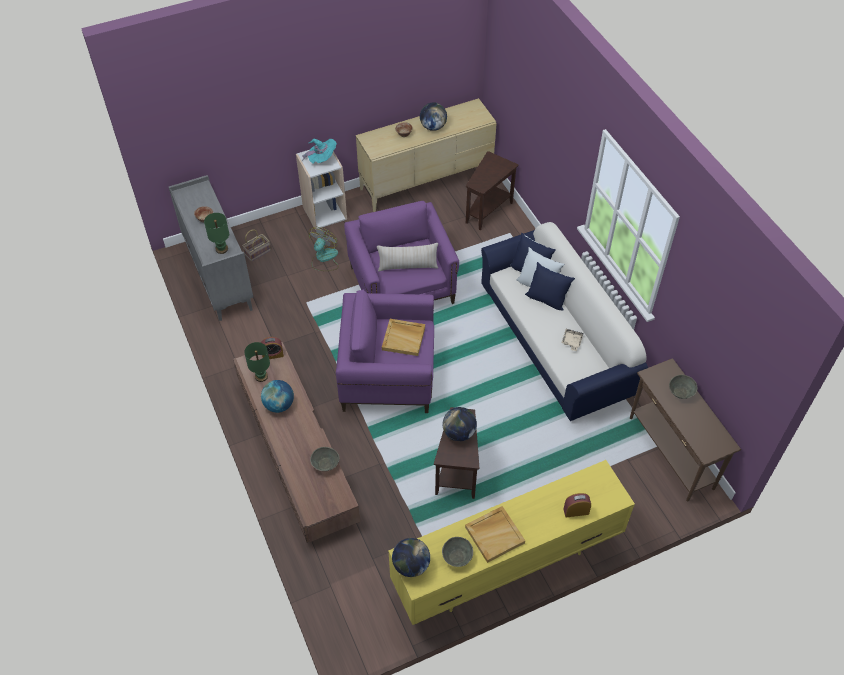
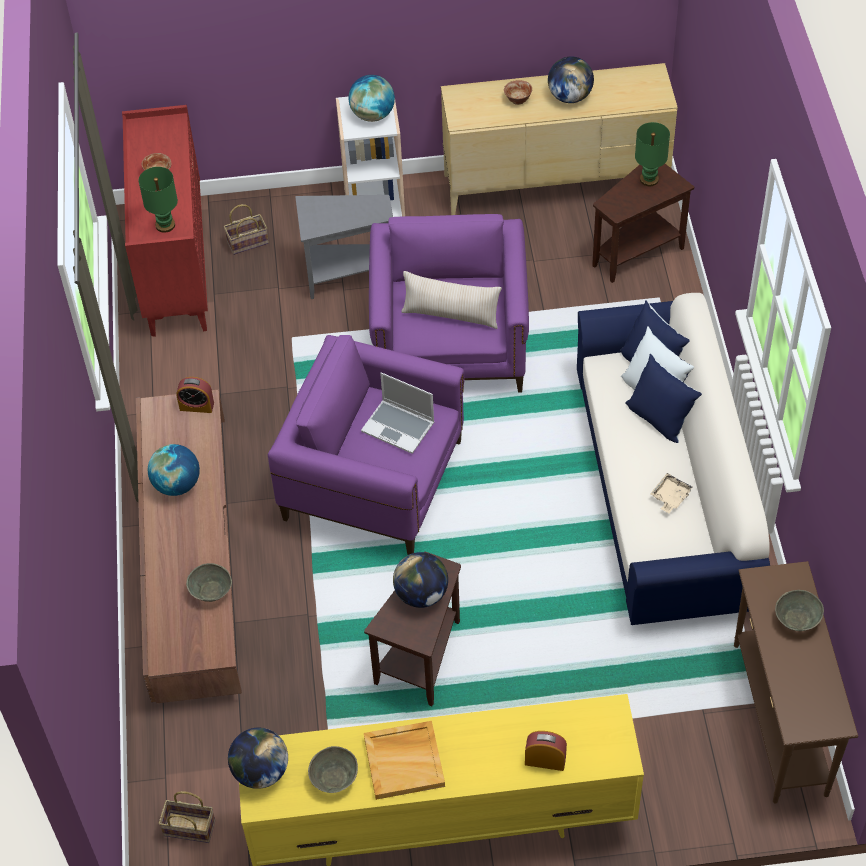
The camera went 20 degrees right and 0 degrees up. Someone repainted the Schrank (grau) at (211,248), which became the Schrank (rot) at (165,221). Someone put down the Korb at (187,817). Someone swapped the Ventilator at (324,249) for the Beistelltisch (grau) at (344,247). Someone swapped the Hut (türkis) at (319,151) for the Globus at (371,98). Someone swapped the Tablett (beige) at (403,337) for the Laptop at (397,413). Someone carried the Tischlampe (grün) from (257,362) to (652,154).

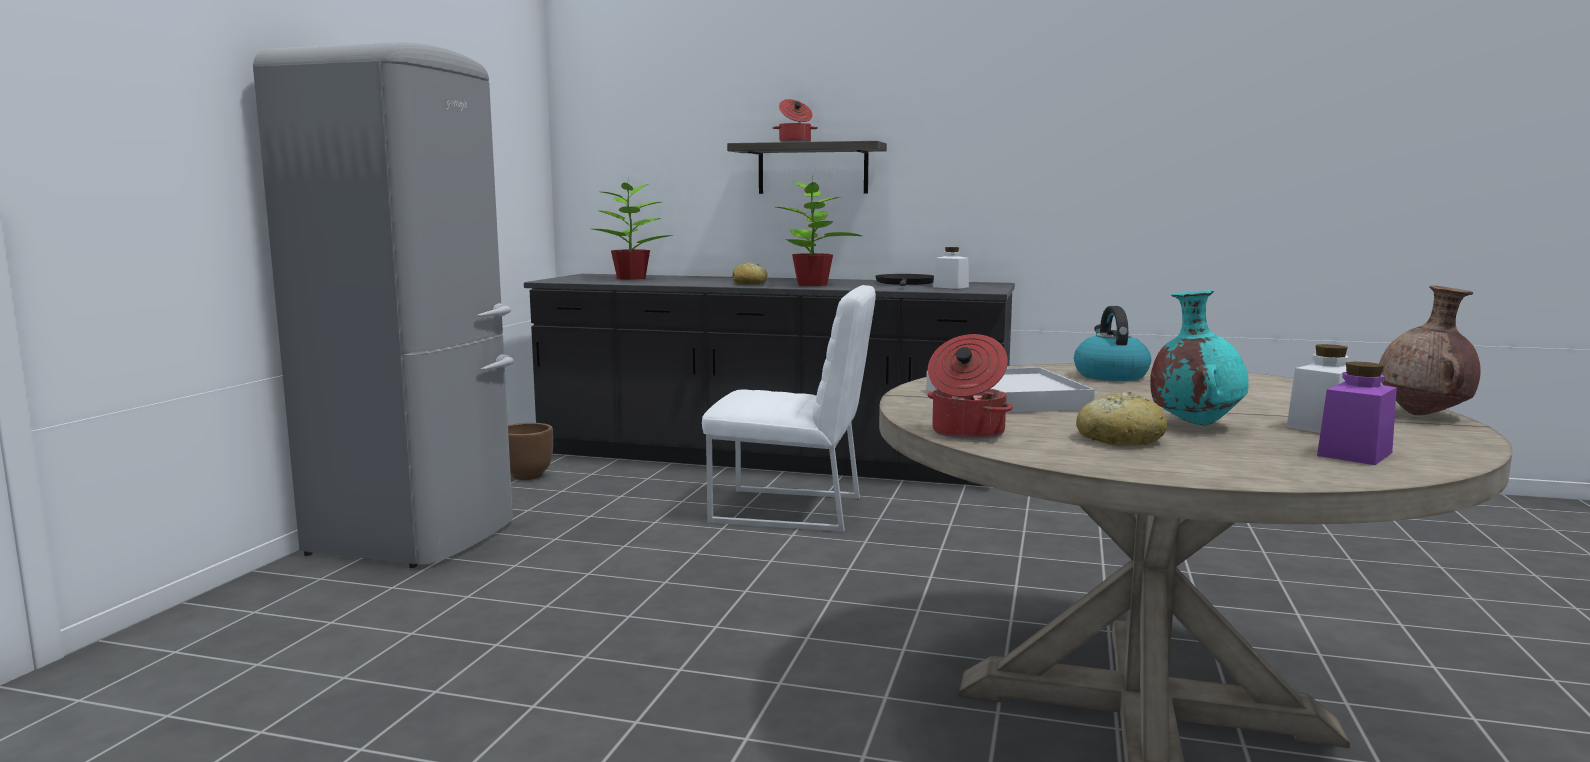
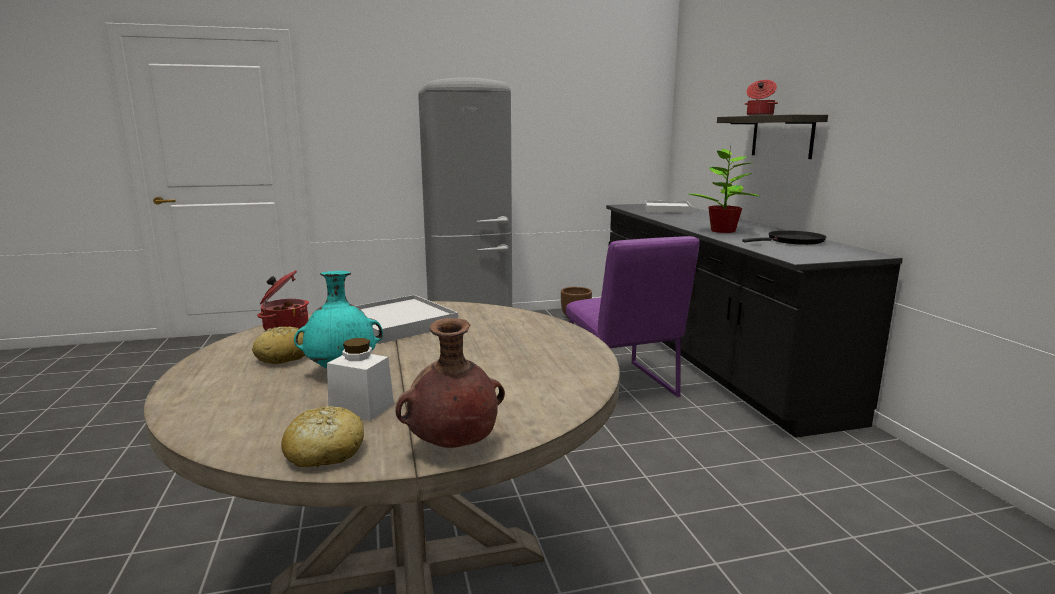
The camera went 60 degrees right and 5 degrees up. Someone carried the Brot from (750,273) to (322,437). Someone repainted the Stuhl (weiß) at (789,408), which became the Stuhl (lila) at (633,316). Someone swapped the Topfpflanze at (633,229) for the Tablett (weiß) at (668,207). Someone took away the Vorratsglas (weiß) at (951,268). Someone took away the Wasserkessel at (1112,343). Someone took away the Vorratsglas (lila) at (1357,413).

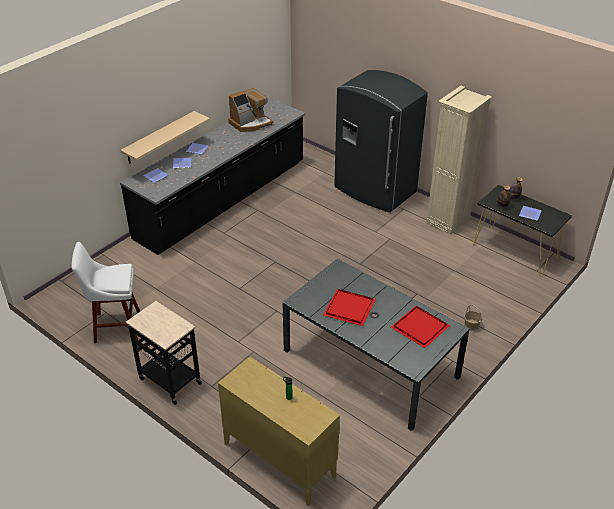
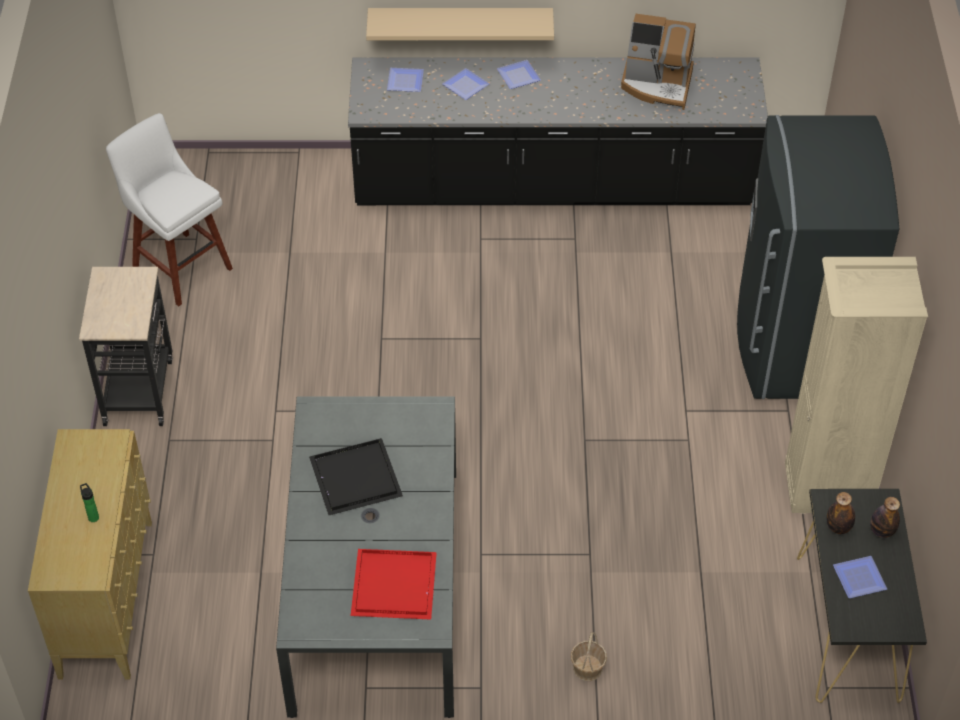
The camera went 50 degrees right and 10 degrees up. Someone repainted the Tablett (rot) at (349,307), which became the Tablett (schwarz) at (356,476).

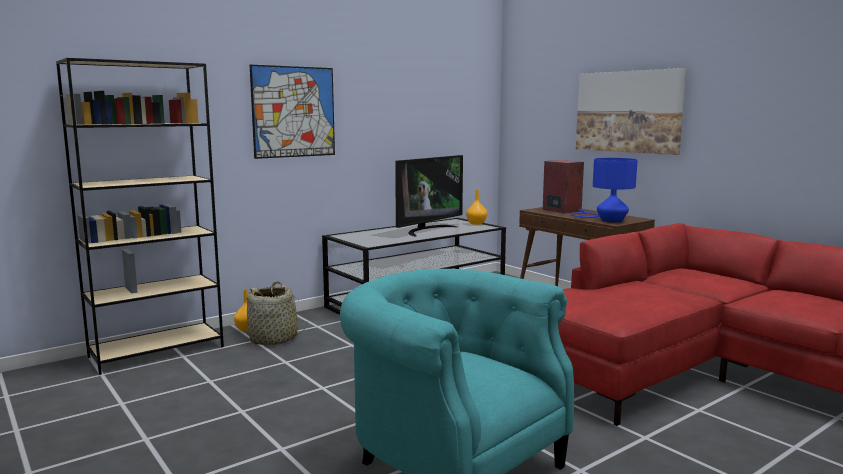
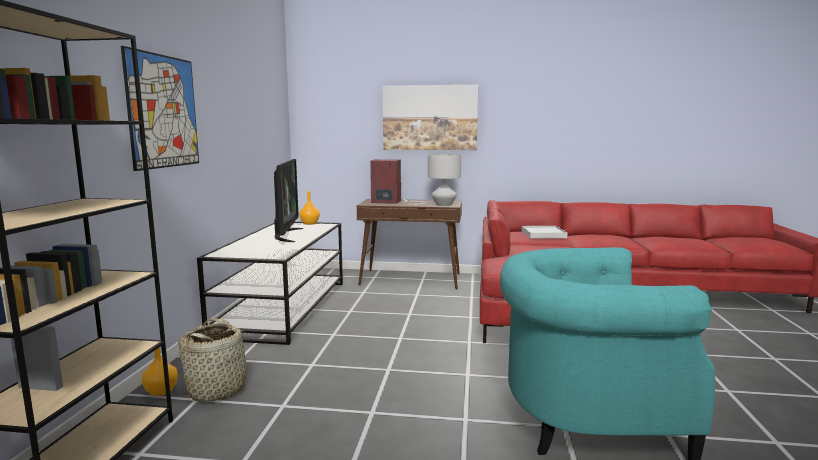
The camera went 45 degrees left and 0 degrees up. Someone repainted the Tischlampe (blau) at (604,190), which became the Tischlampe (grau) at (432,180). Someone put down the Tablett (weiß) at (545,232).

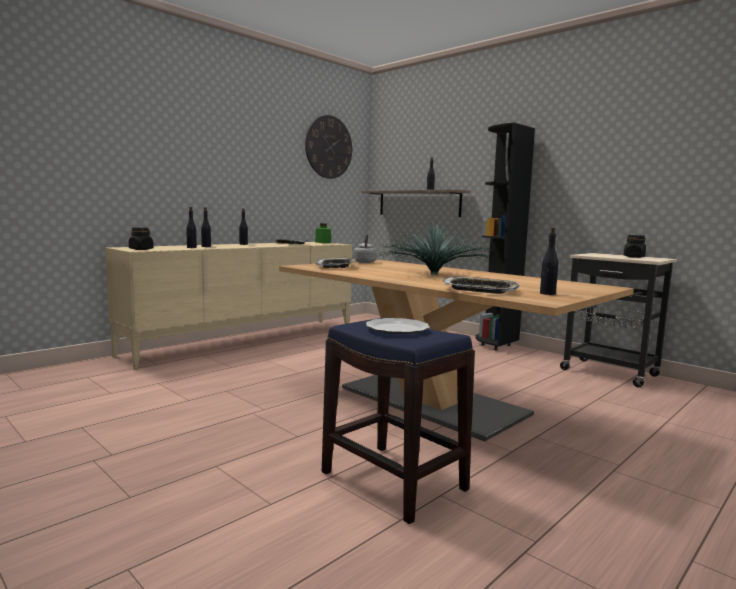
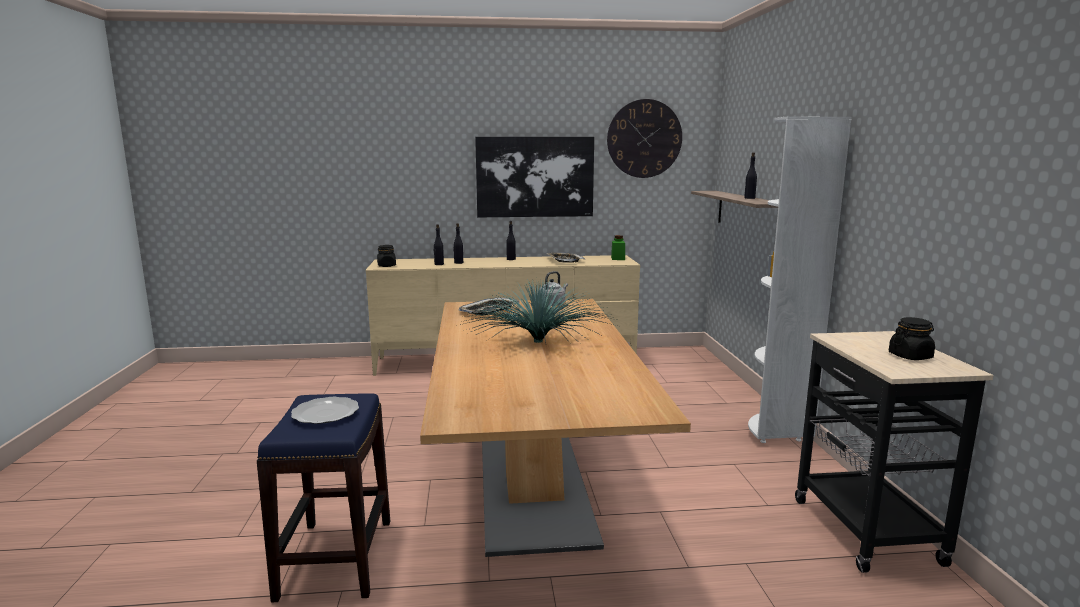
The camera went 40 degrees right and 5 degrees up. Someone put up the Bild at (534,176). Someone repainted the Bücherregal (schwarz) at (505,236), which became the Bücherregal (weiß) at (800,279). Someone took away the Tablett at (481,285). Someone took away the Flasche (schwarz) at (549,261).

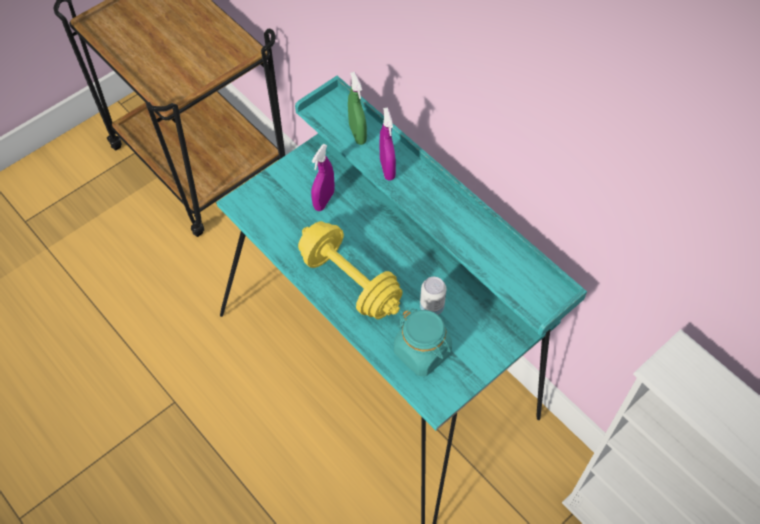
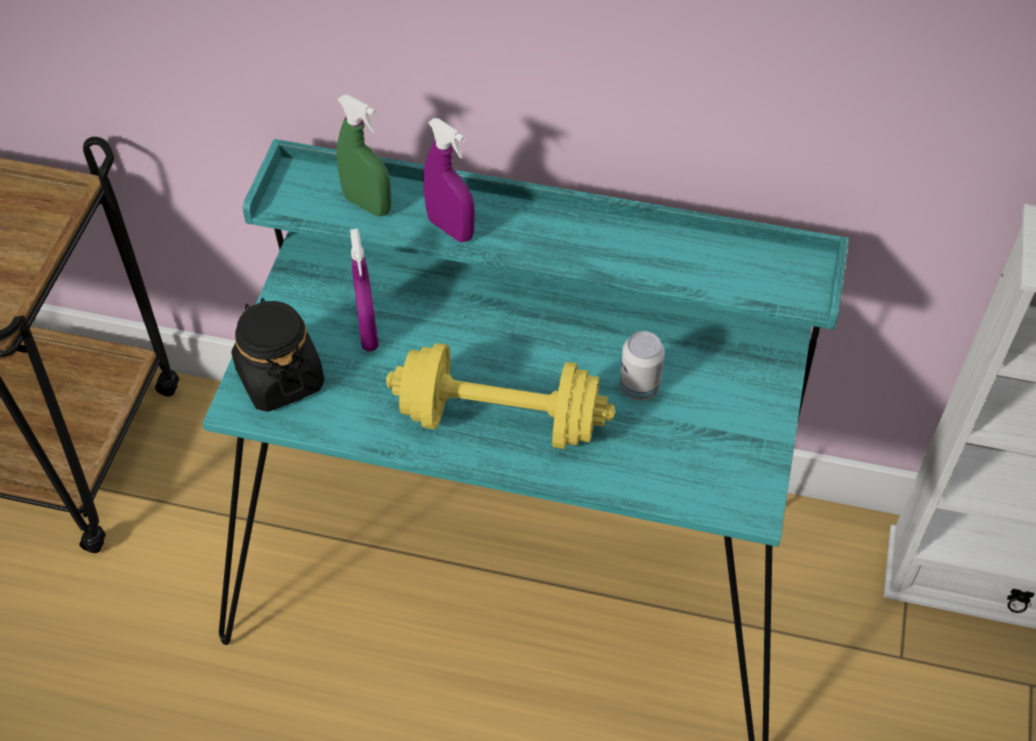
The camera went 35 degrees left and 5 degrees down. Someone put down the Vorratsglas (schwarz) at (278,355). Someone took away the Vorratsglas (türkis) at (423,342).

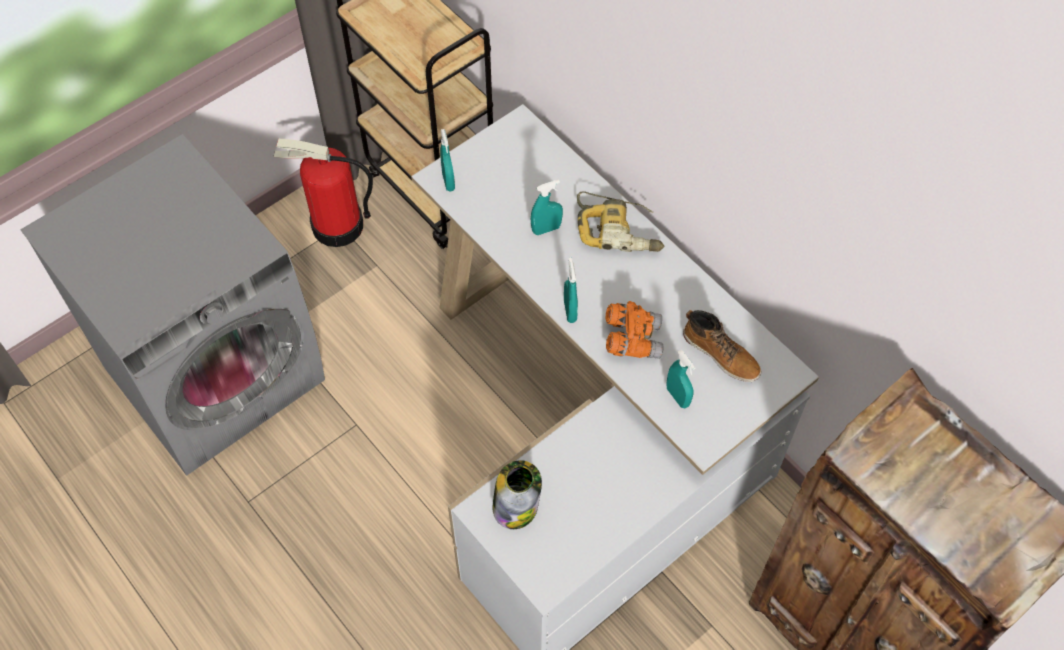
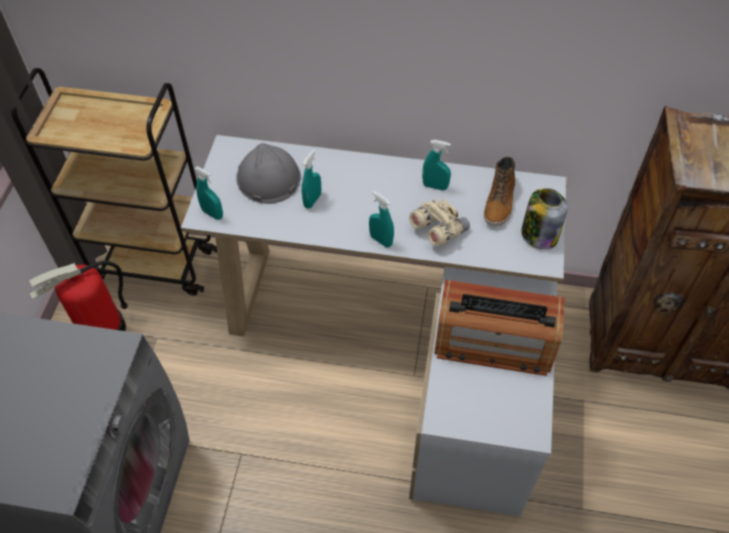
The camera went 40 degrees left and 5 degrees down. Someone put down the Schutzhelm (grau) at (268,173). Someone repainted the Fernglas (orange) at (634,330), which became the Fernglas (beige) at (439,222). Someone carried the Sprühflasche (türkis) from (681,379) to (436,165). Someone put down the Radio at (499,328). Someone rotated the Stiefel at (722,346) by 105 degrees clockwise. Someone carried the Vorratsglas from (517,494) to (544,219). Someone took away the Bohrmaschine at (620,221).

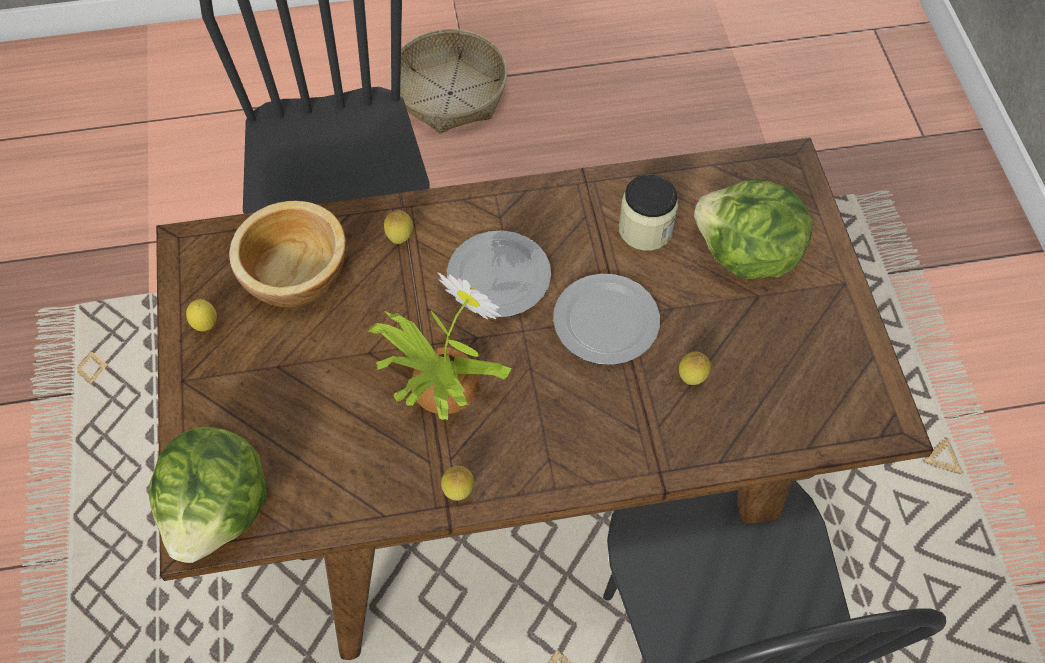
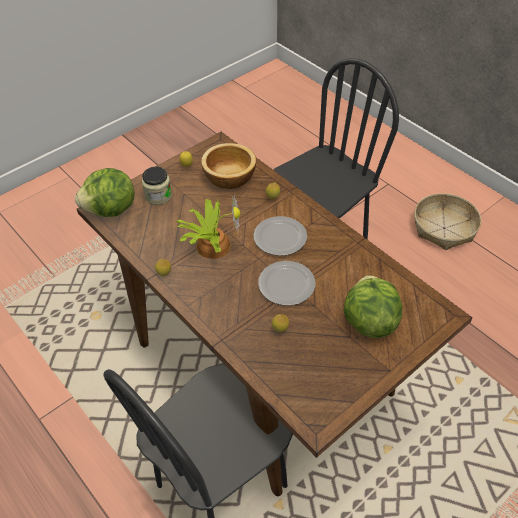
The camera went 60 degrees right and 10 degrees down. Someone carried the Vorratsglas from (648,213) to (157,186).

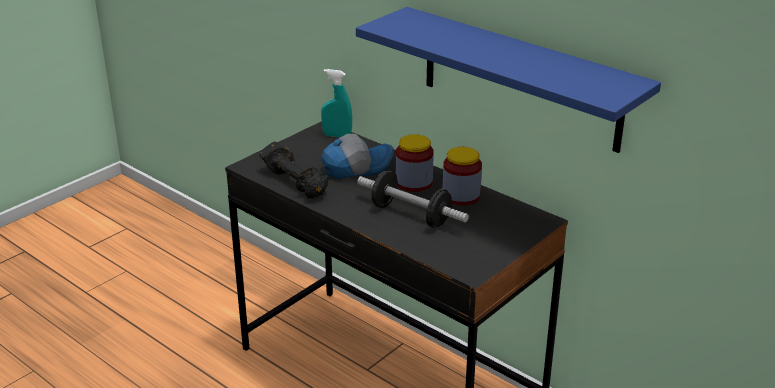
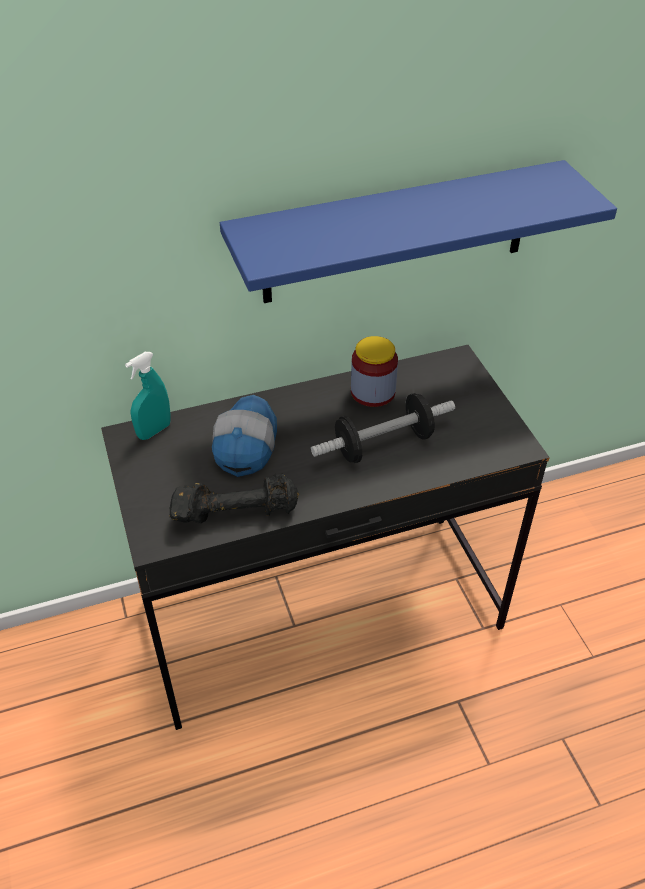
The camera went 60 degrees left and 15 degrees up. Someone took away the Vorratsglas at (415,163).

